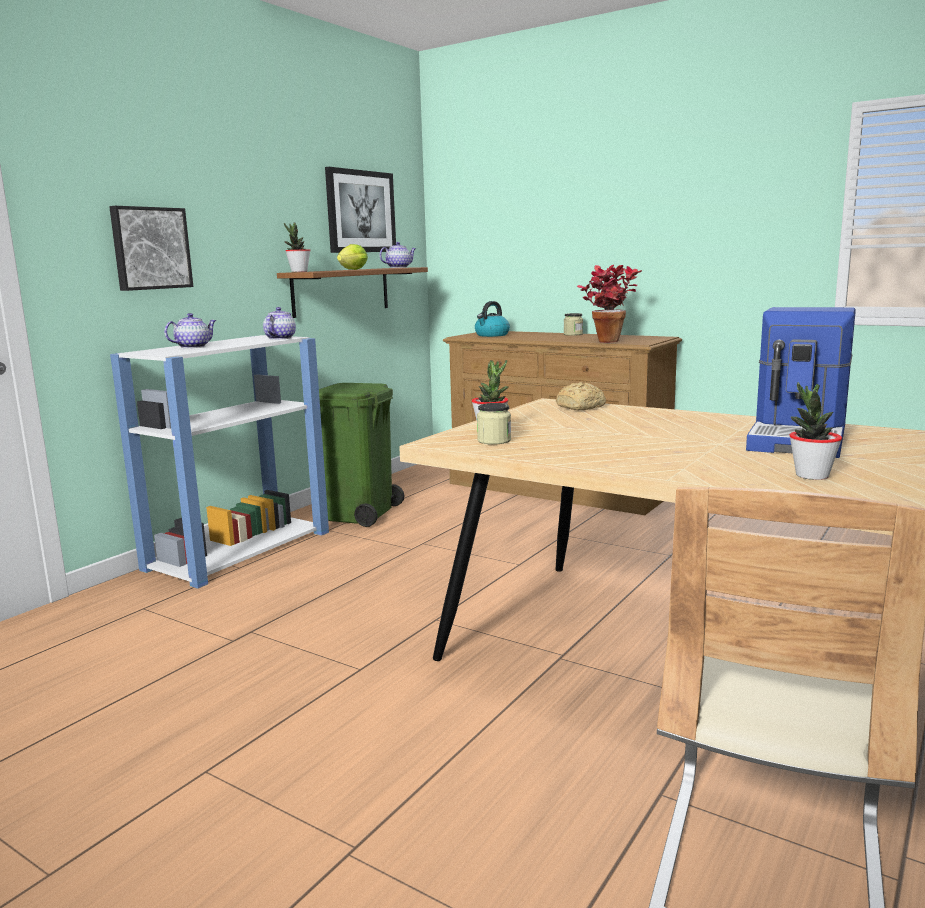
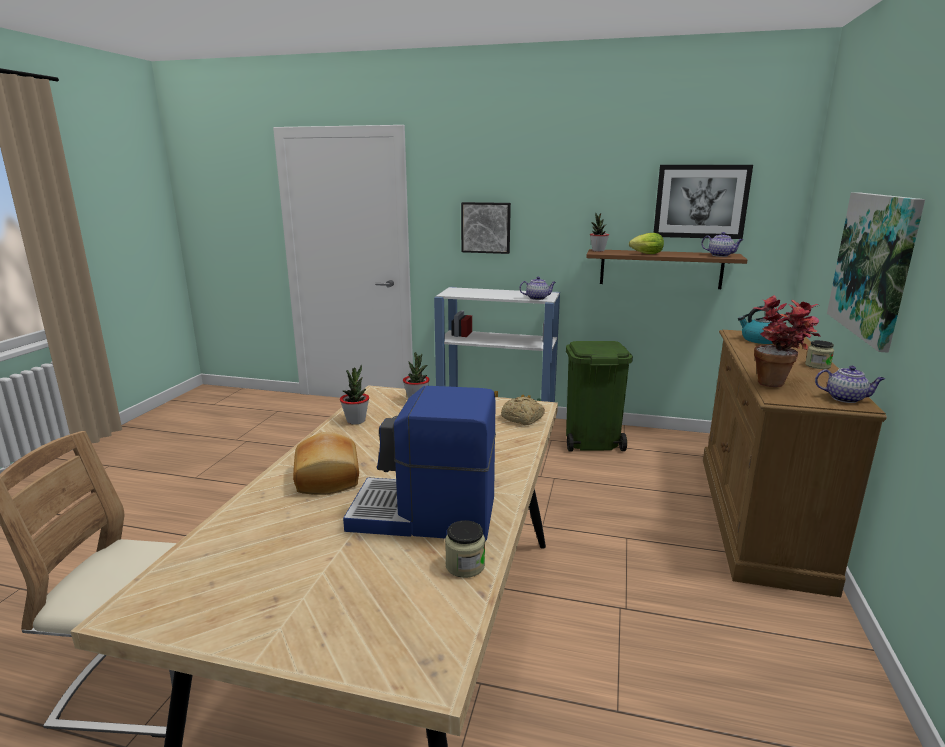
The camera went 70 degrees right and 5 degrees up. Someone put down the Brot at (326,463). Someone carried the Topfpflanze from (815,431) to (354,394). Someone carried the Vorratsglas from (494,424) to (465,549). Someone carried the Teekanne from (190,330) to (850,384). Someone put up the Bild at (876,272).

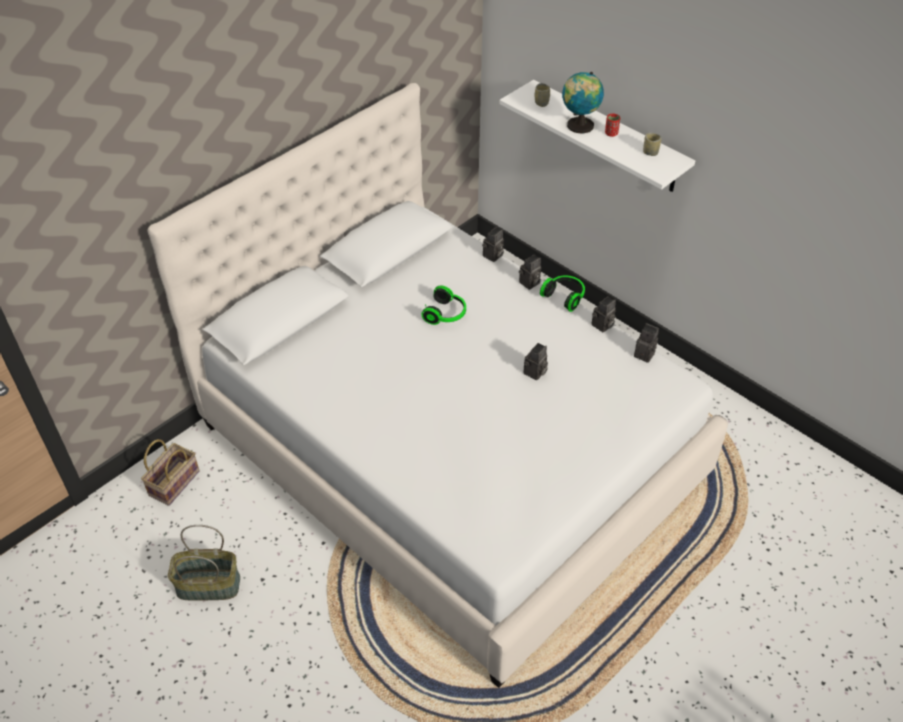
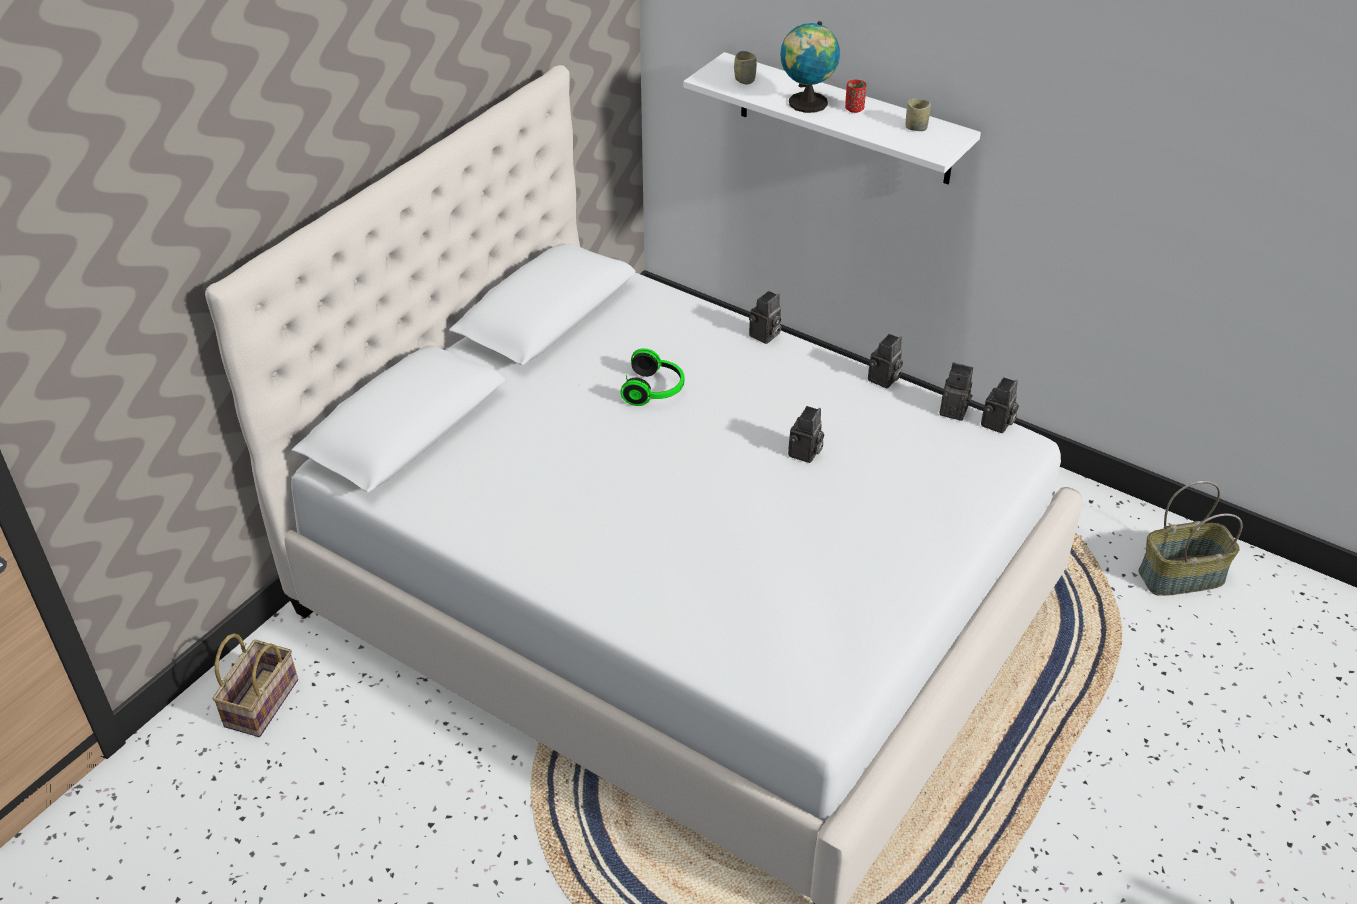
The camera went 10 degrees left and 5 degrees down. Someone carried the Kamera from (493,244) to (1000,405). Someone carried the Korb from (204,563) to (1190,538). Someone took away the Kopfhörer at (562,293).

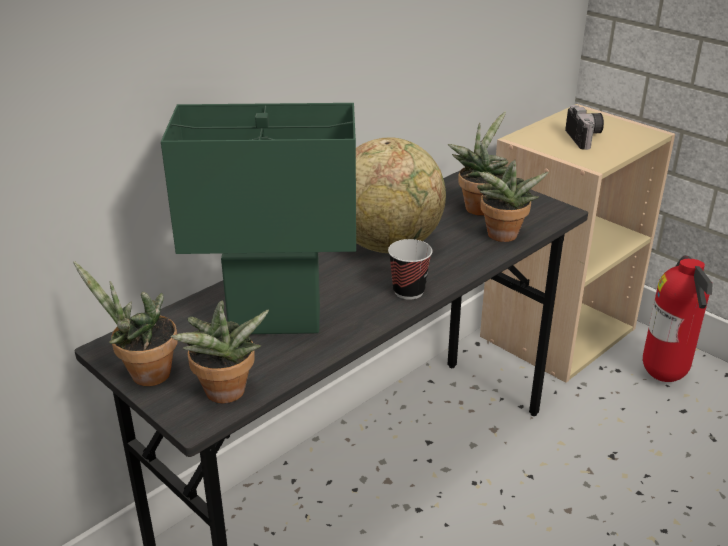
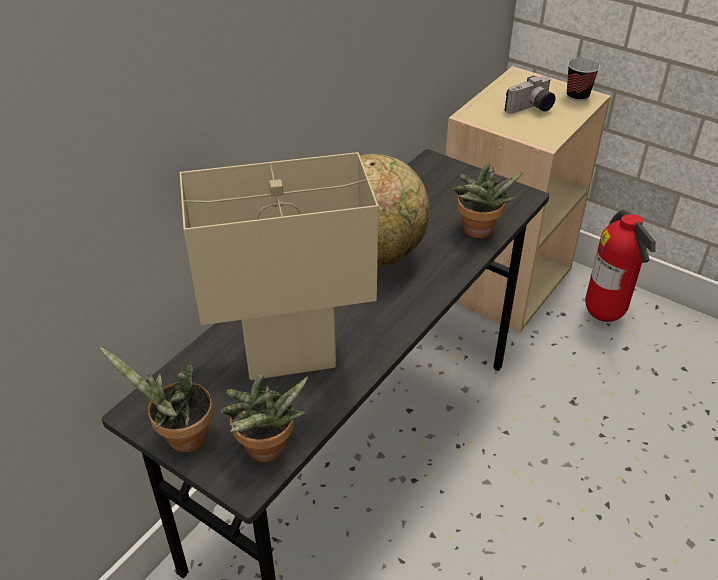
The camera went 10 degrees left and 10 degrees up. Someone repainted the Tischlampe (grün) at (258,218), which became the Tischlampe (beige) at (279,266). Someone rotated the Kamera at (584,127) by 75 degrees clockwise. Someone carried the Tasse from (410,269) to (583,80). Someone took away the Topfpflanze at (478,163).

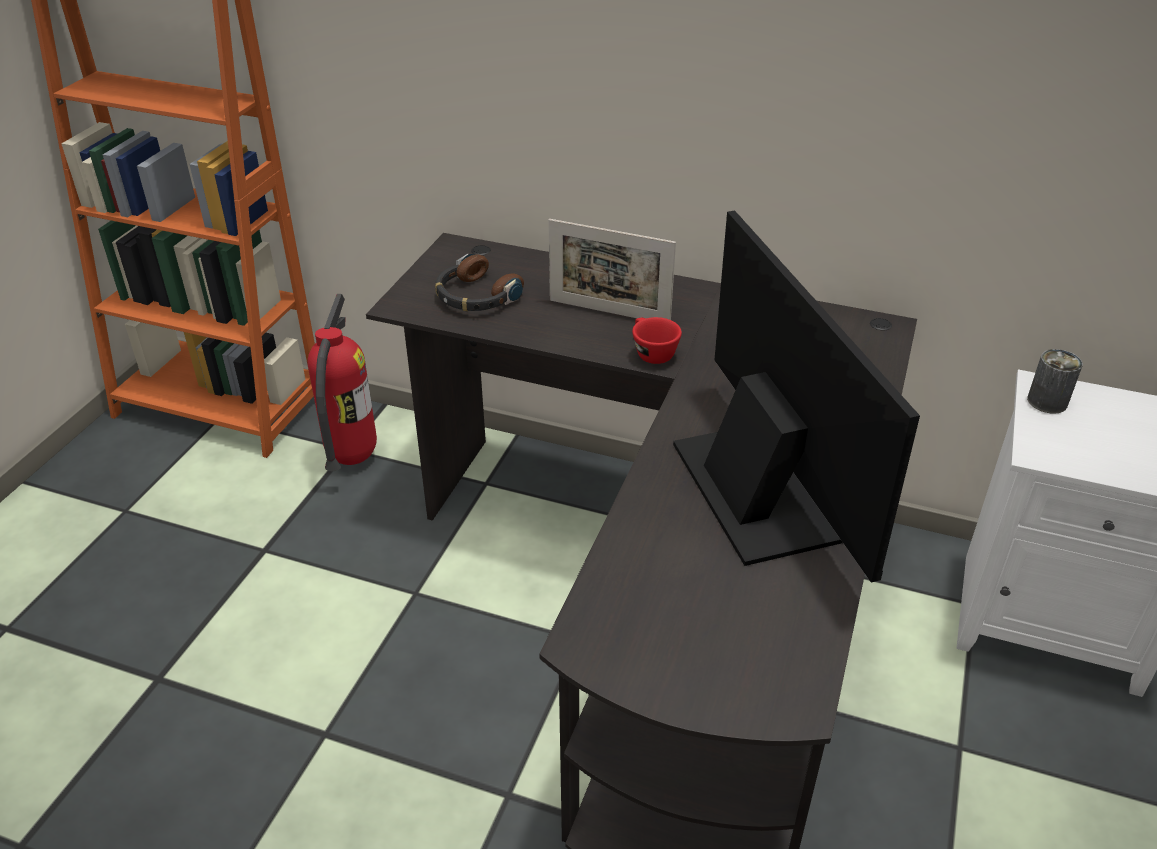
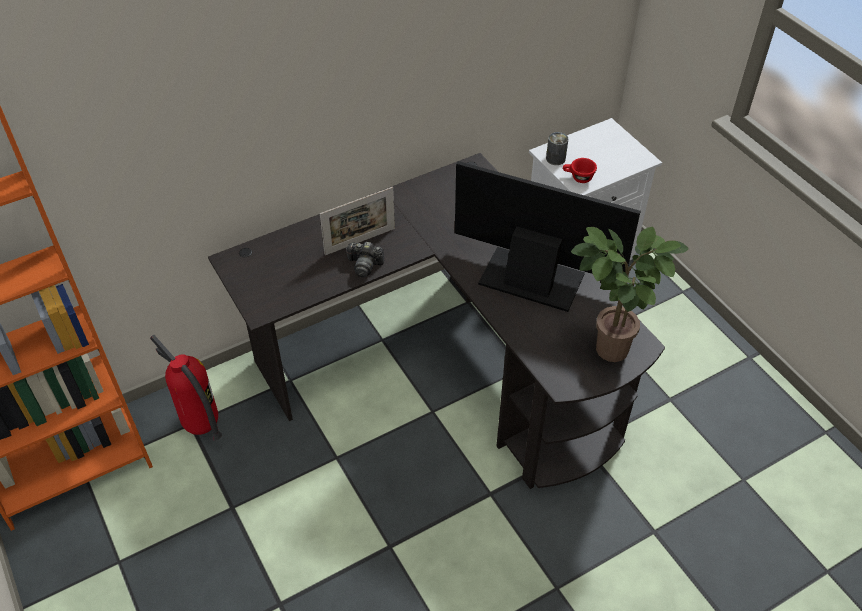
The camera went 50 degrees left and 10 degrees up. Someone put down the Kamera at (365,259). Someone carried the Tasse (rot) from (657,340) to (580,170). Someone put down the Topfpflanze at (630,294). Someone took away the Kopfhörer at (479,282).

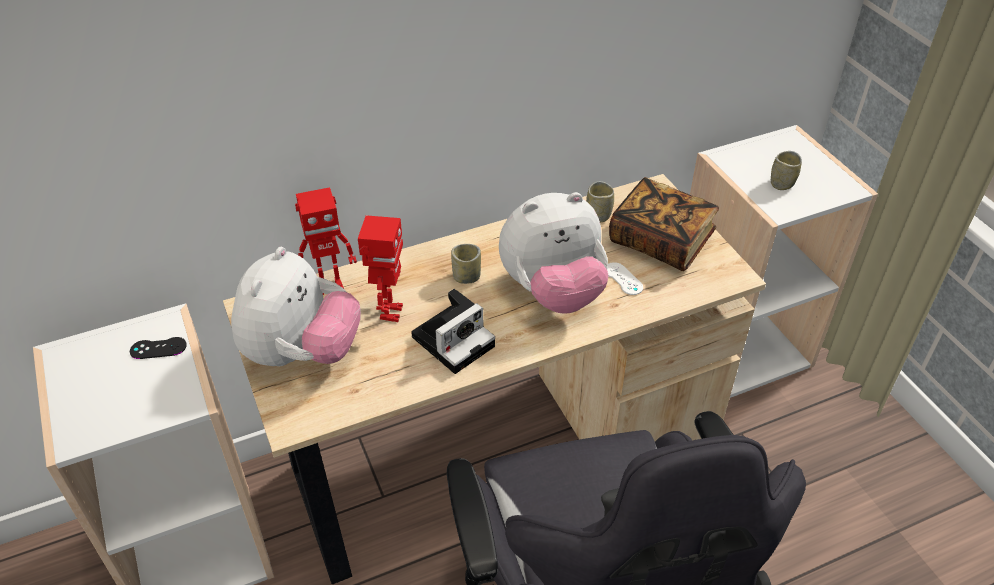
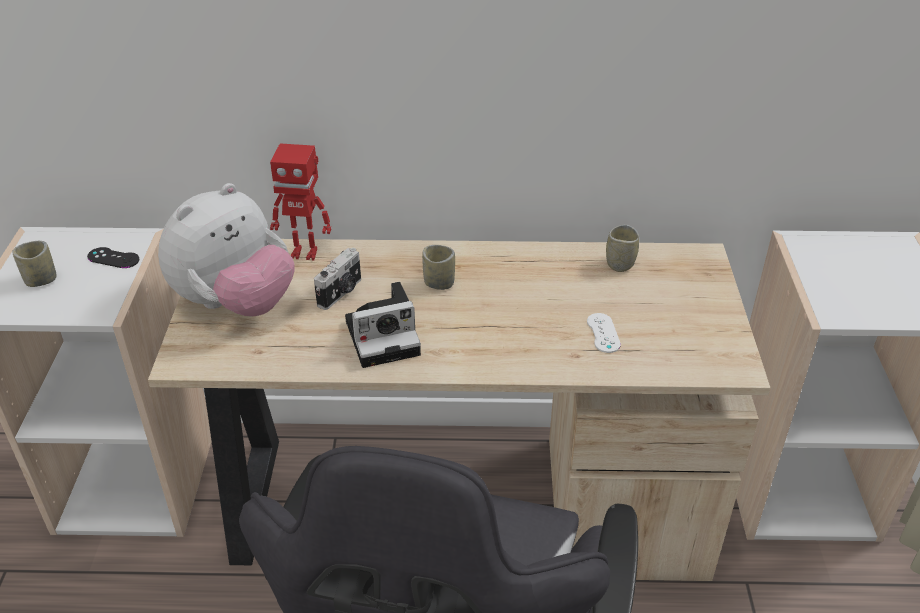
The camera went 25 degrees right and 5 degrees down. Someone carried the Tasse from (786,170) to (34,264). Someone swapped the Spielzeugroboter at (380,268) for the Kamera at (337,279). Someone took away the Plüschtier at (554,253). Someone took away the Buch at (664,224).

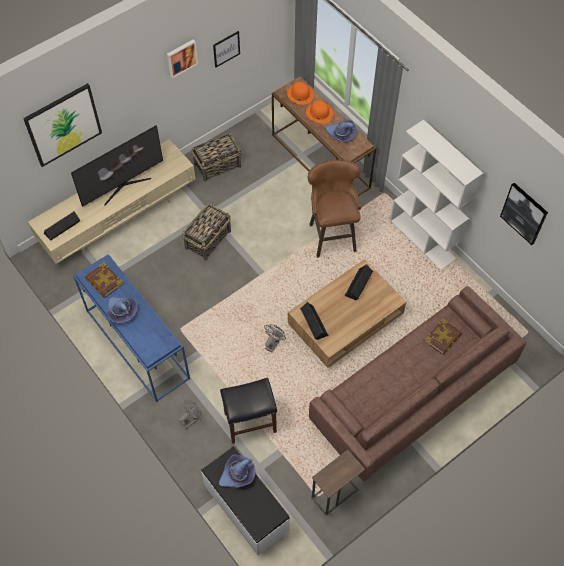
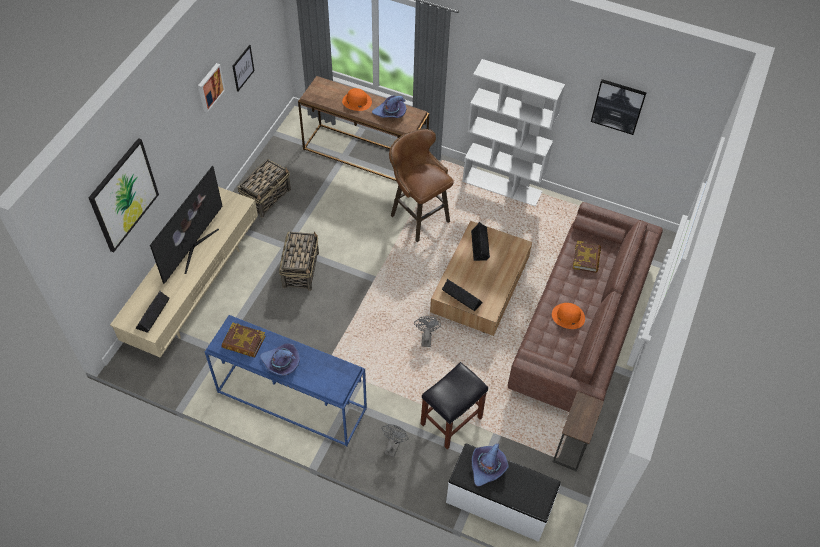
The camera went 30 degrees left and 5 degrees down. Someone carried the Hut (orange) from (300,93) to (568,316).

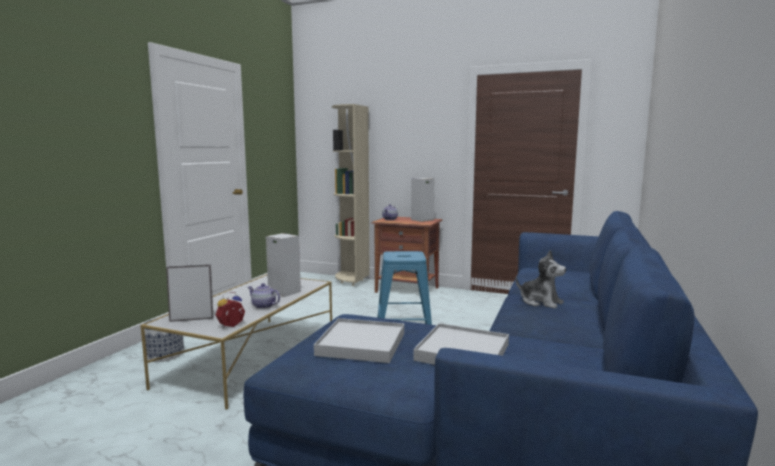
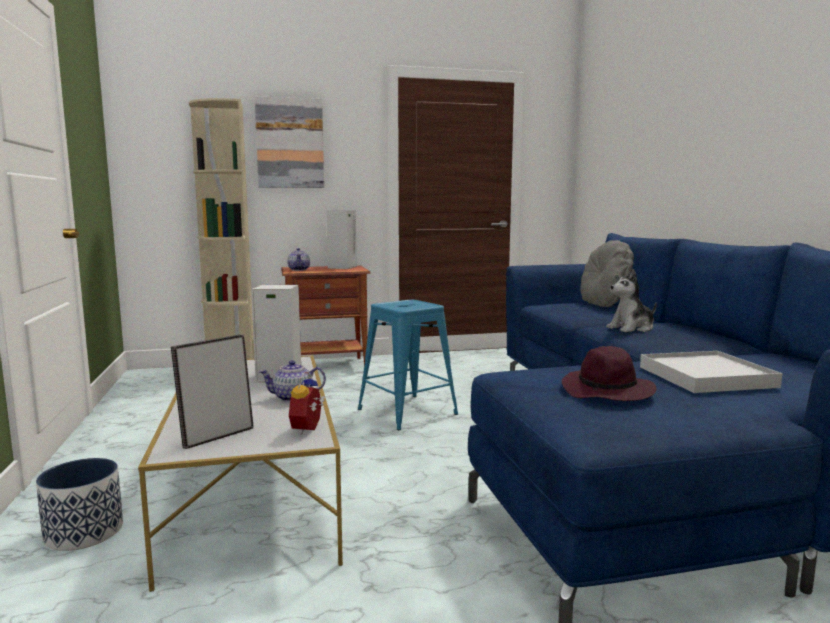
The camera went 35 degrees left and 0 degrees up. Someone put up the Bild at (289,142). Someone swapped the Tablett (weiß) at (359,340) for the Hut (lila) at (609,373). Someone put down the Kissen (grau) at (607,273). Someone rotated the Plüschtier at (540,279) by 150 degrees clockwise.

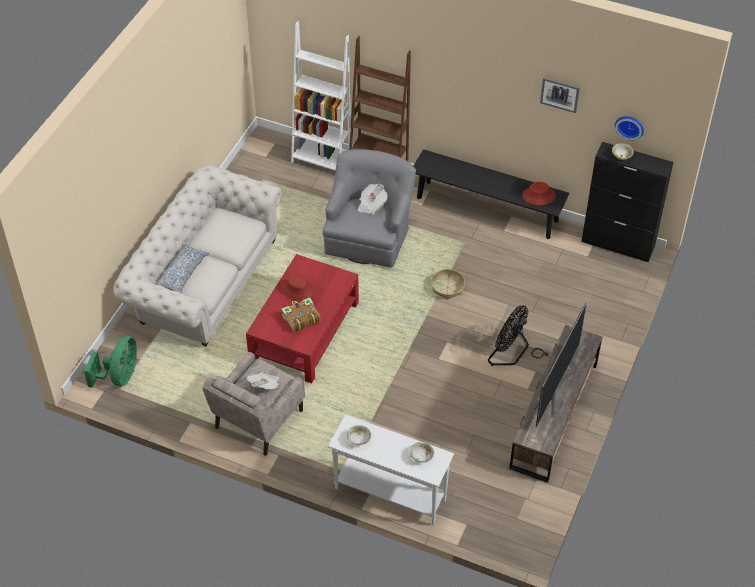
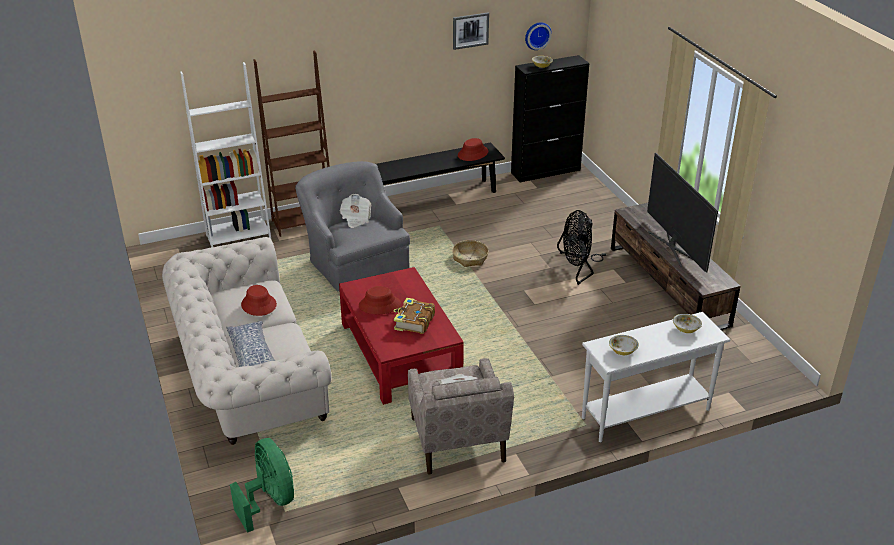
The camera went 45 degrees left and 15 degrees down. Someone put down the Hut (rot) at (259,300).

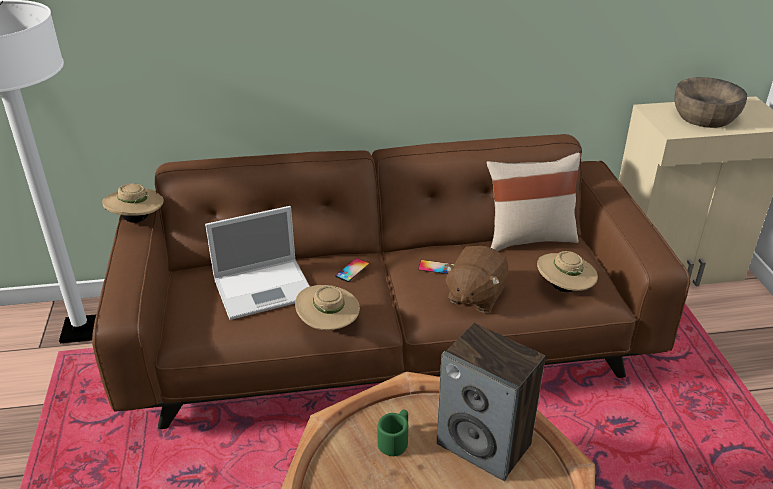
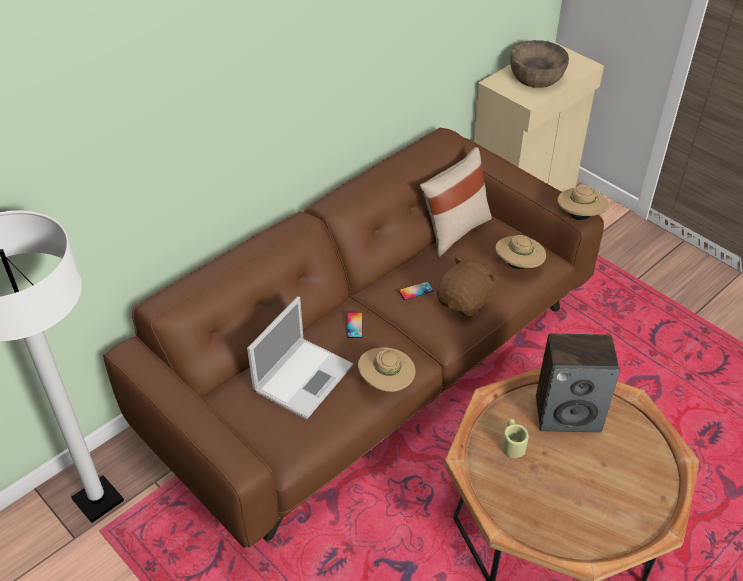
The camera went 35 degrees left and 10 degrees up. Someone rotated the Plüschtier (braun) at (476,279) by 135 degrees counterclockwise. Someone repainted the Henkelbecher (grün) at (393,433), which became the Henkelbecher (beige) at (515,438). Someone carried the Hut (beige) from (133,203) to (583,203).

